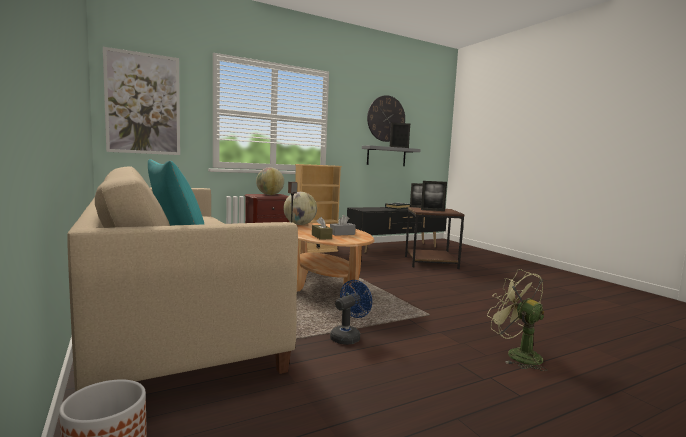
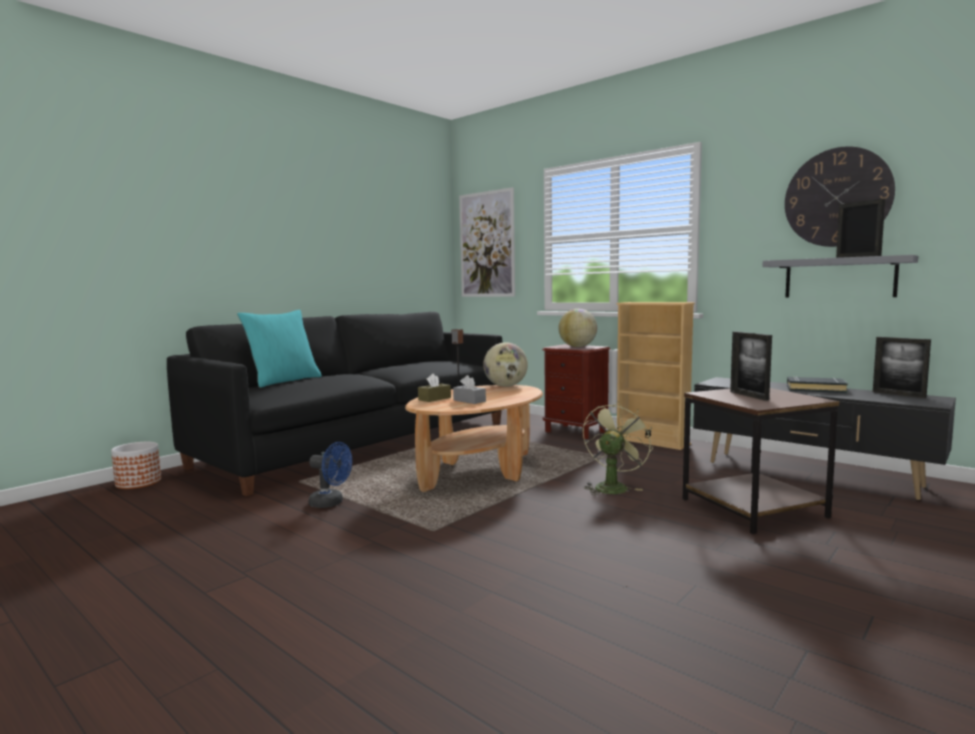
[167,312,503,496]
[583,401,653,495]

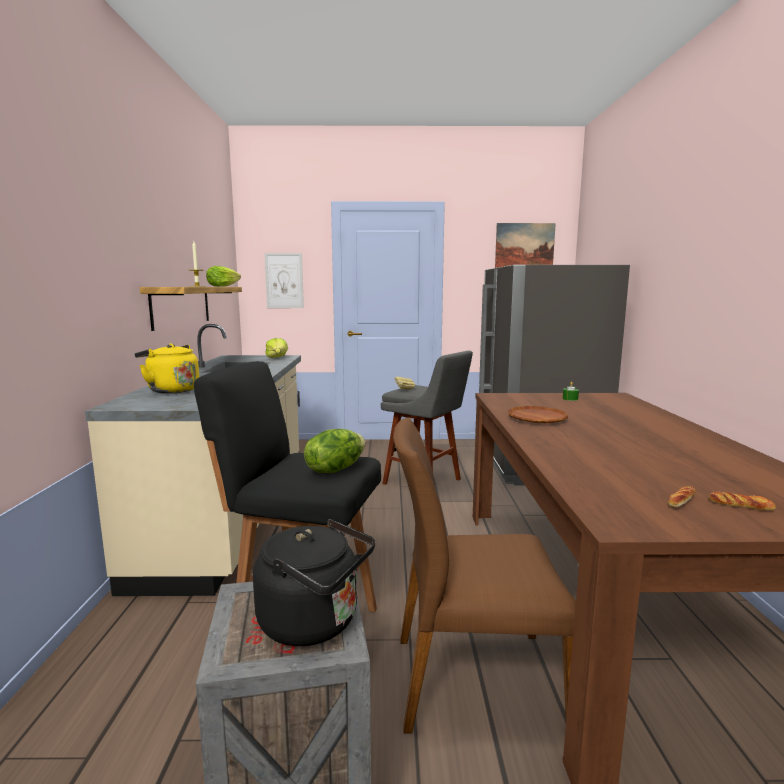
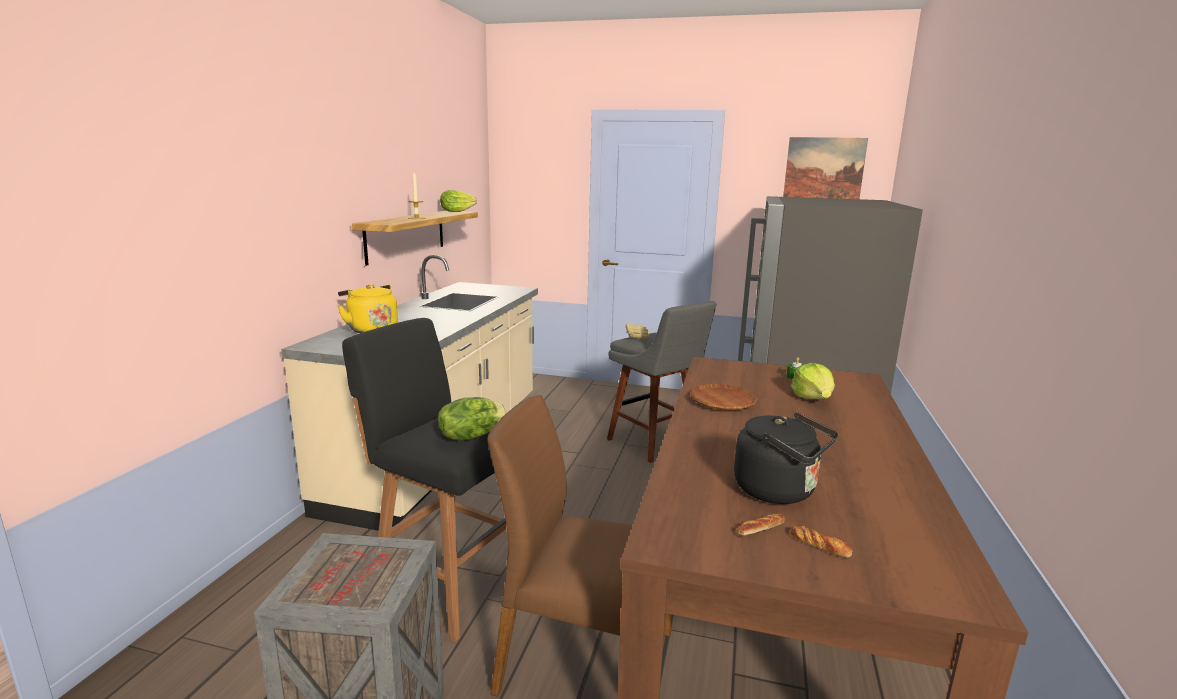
[734,412,838,504]
[791,363,835,399]
[264,253,304,308] (first image)

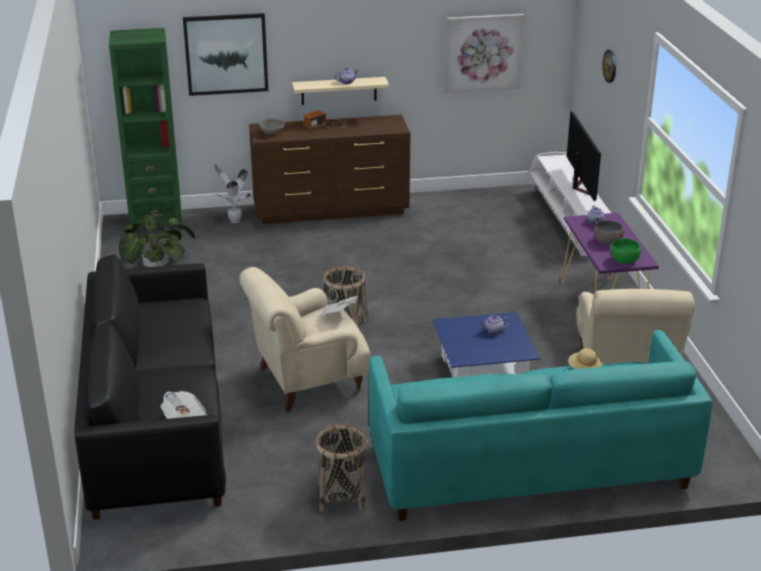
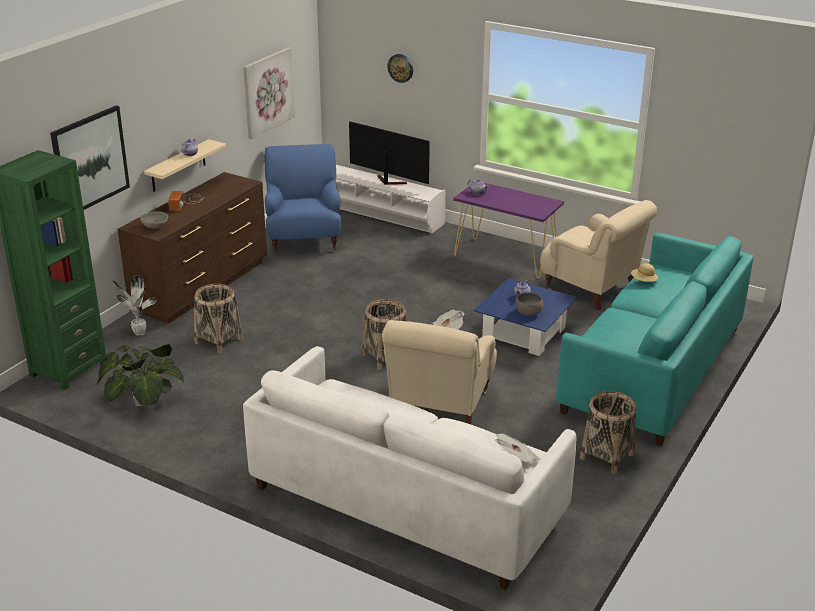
[194,284,243,353]
[243,346,577,590]
[264,144,341,254]
[515,292,543,316]
[611,238,641,264] (first image)

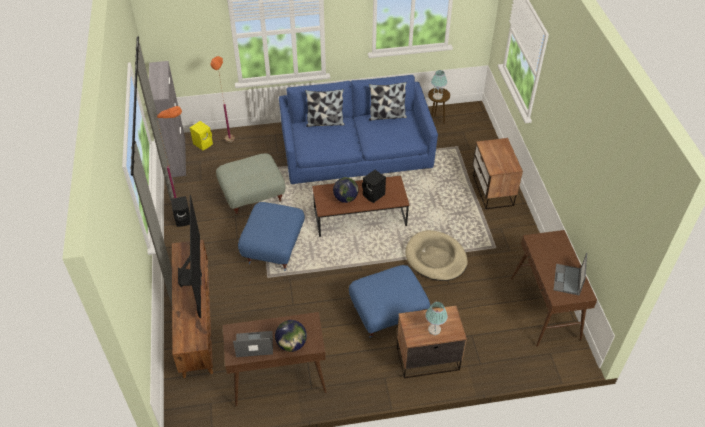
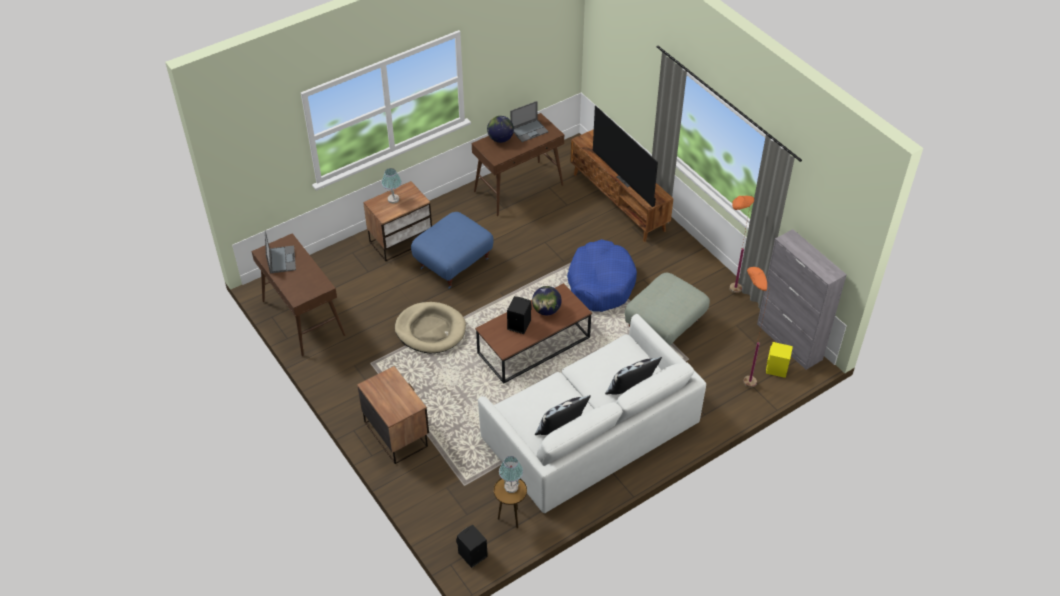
[456,525,488,568]
[478,314,706,513]
[567,239,637,312]

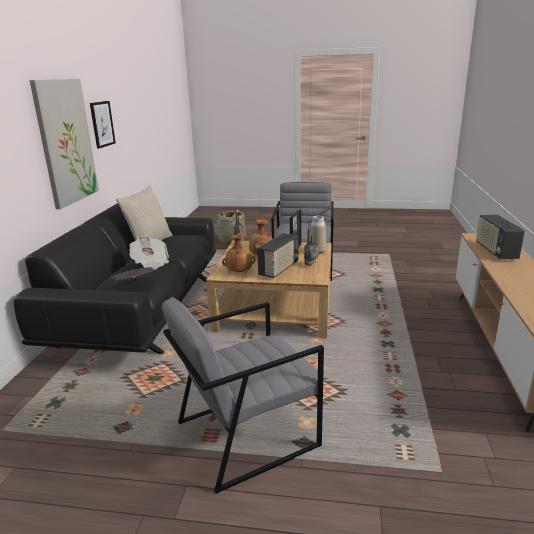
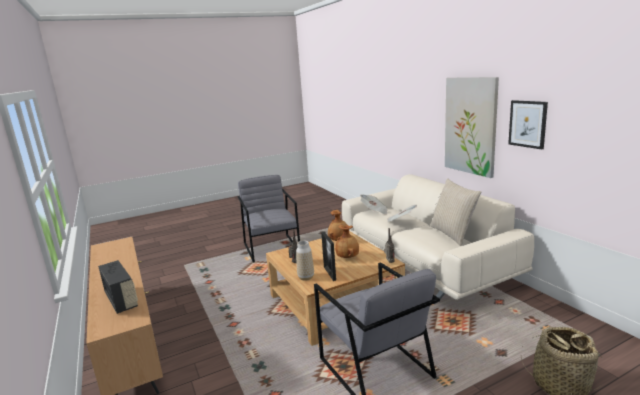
[238,175,300,262]
[342,174,534,304]
[257,233,298,278] (first image)

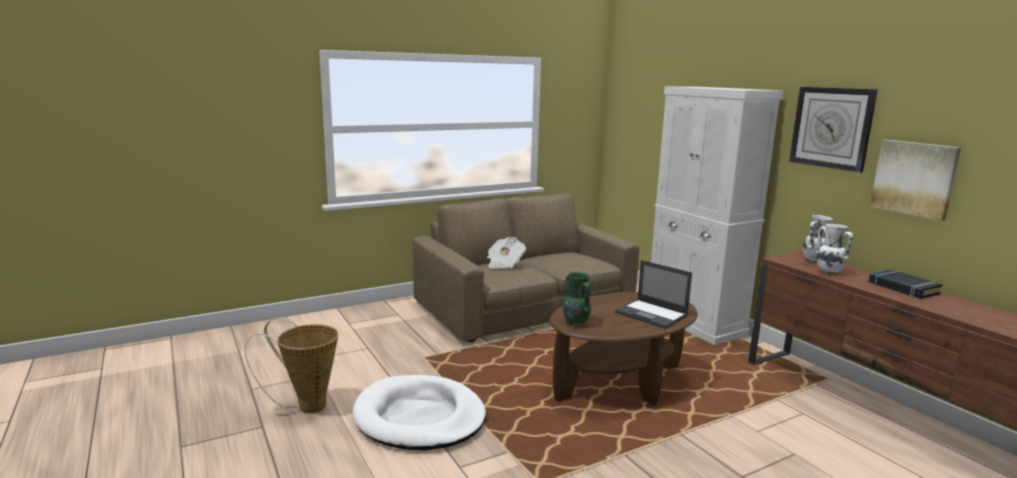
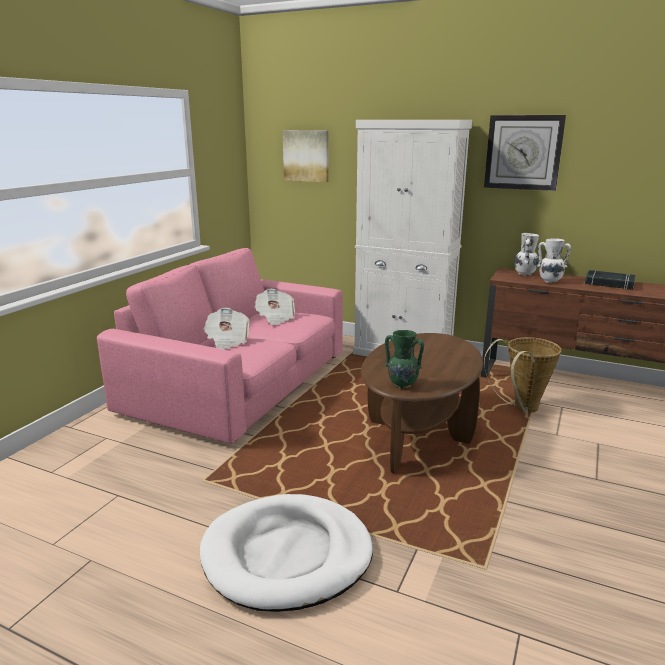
[97,248,343,444]
[255,289,295,325]
[283,130,328,182]
[484,337,562,414]
[615,260,692,329] (first image)

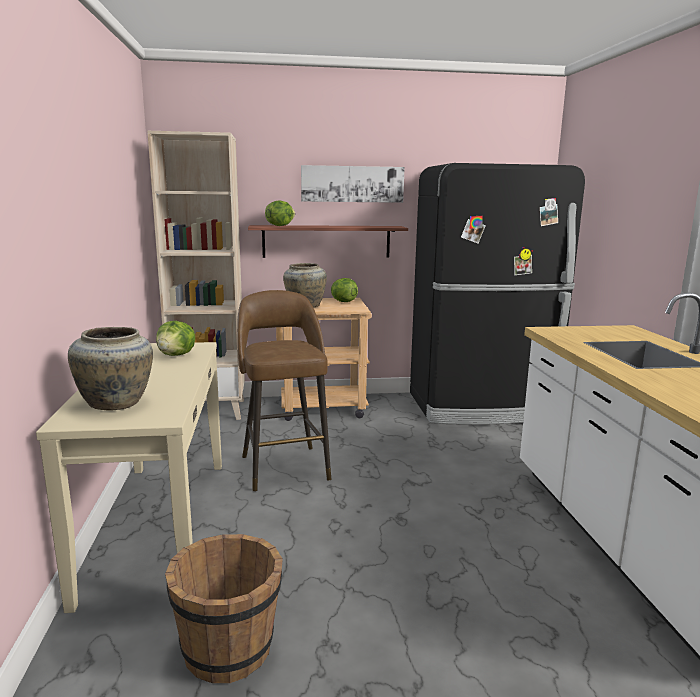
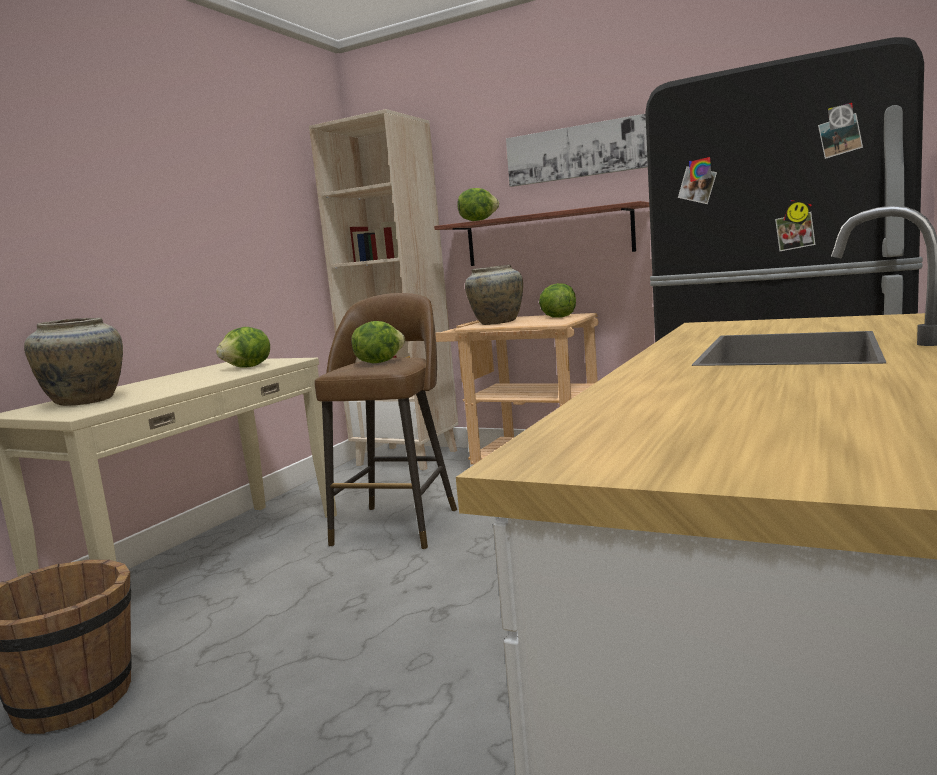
[351,321,405,363]

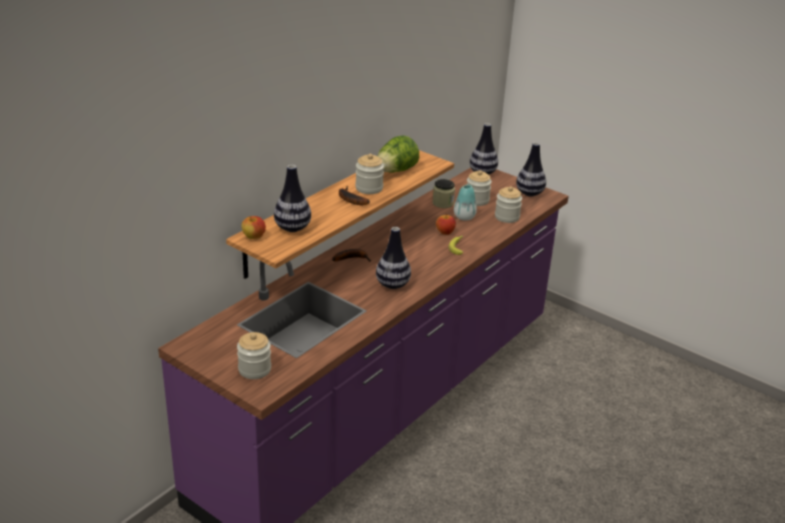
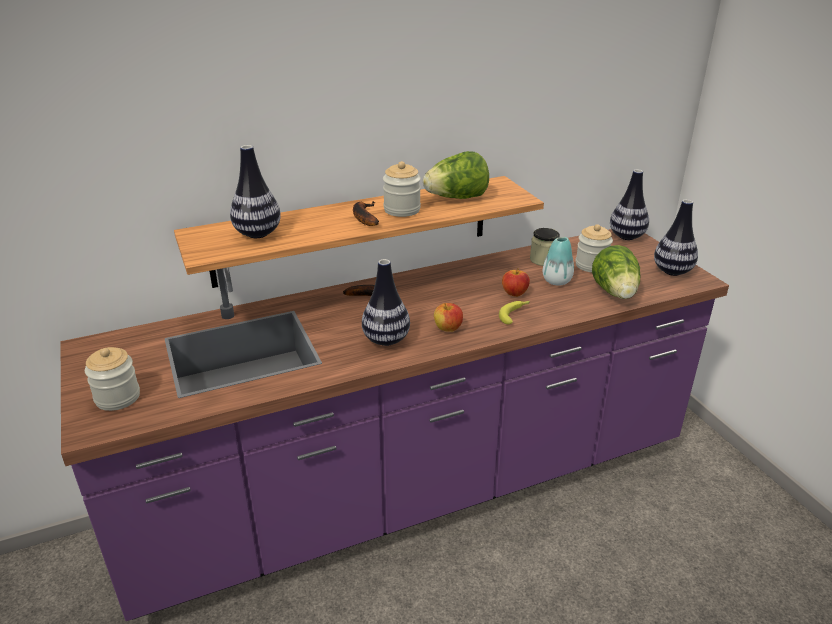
[434,303,463,332]
[592,245,640,299]

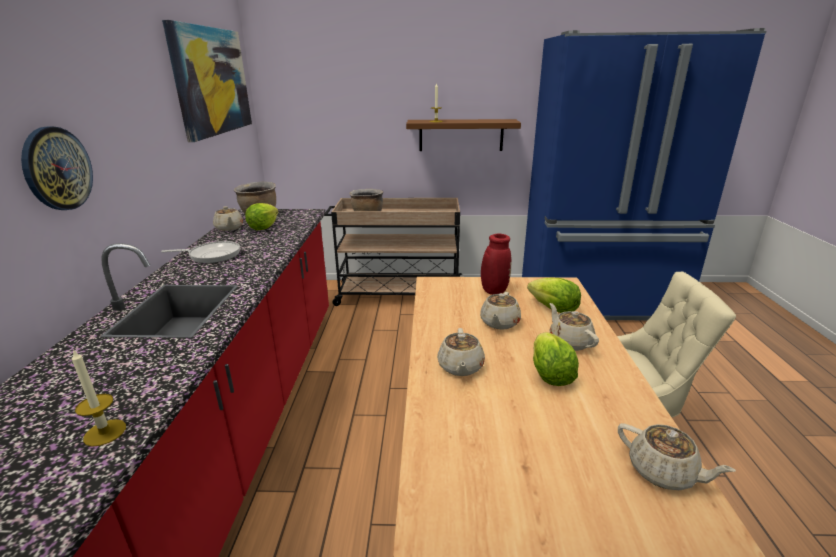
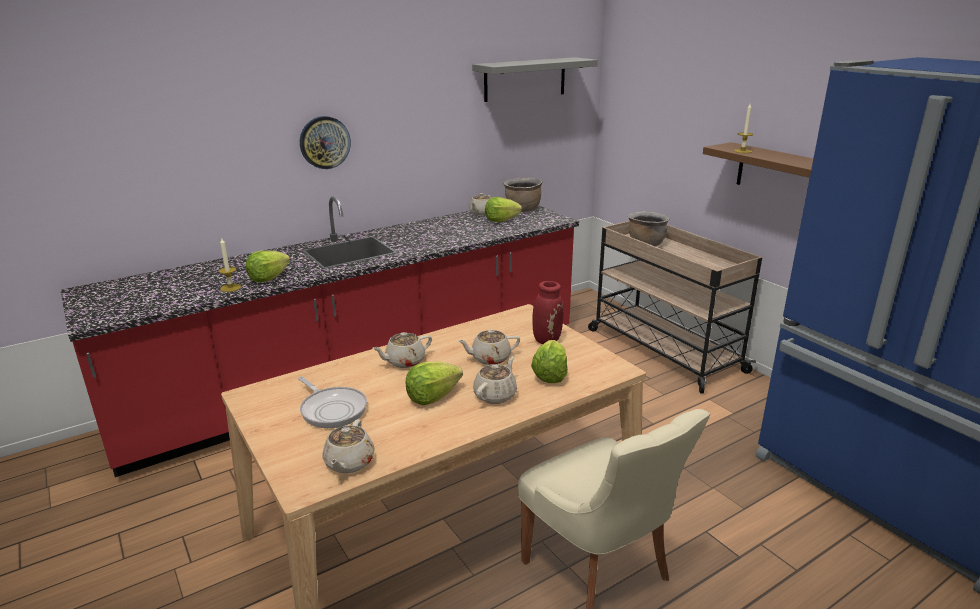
[246,251,290,283]
[298,376,367,428]
[472,57,598,102]

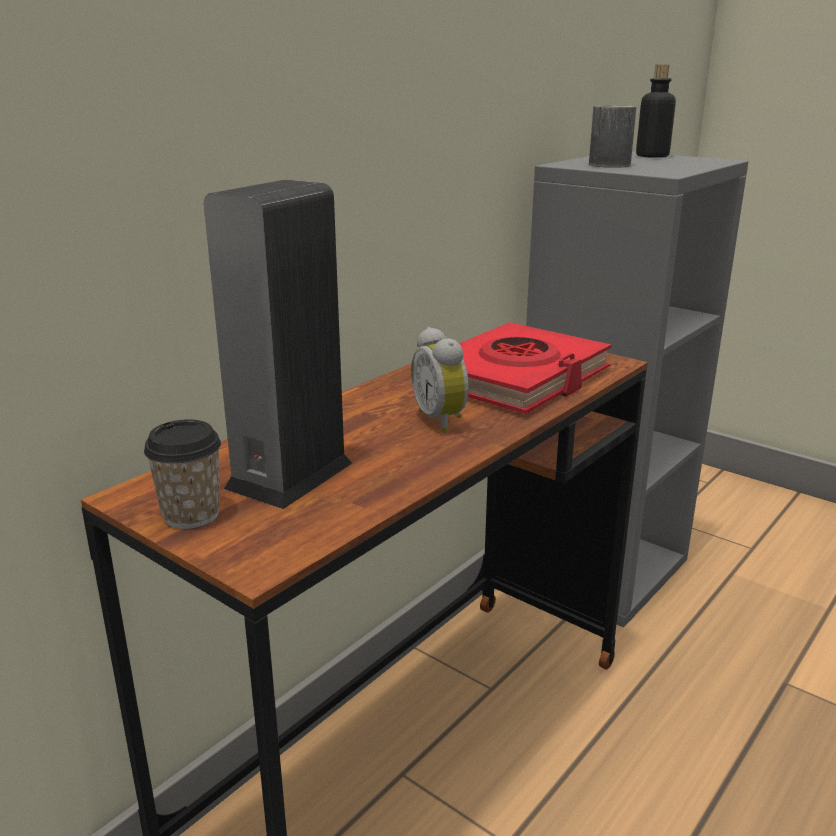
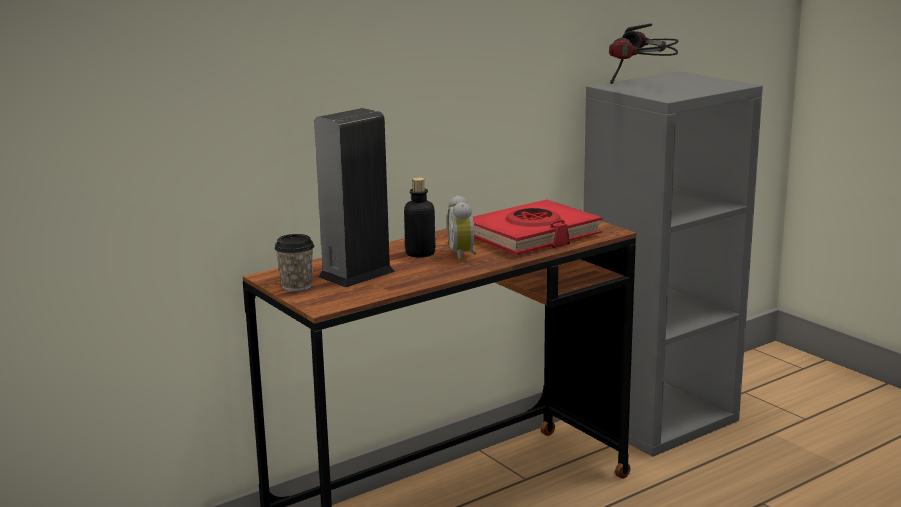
[404,177,436,258]
[609,23,678,84]

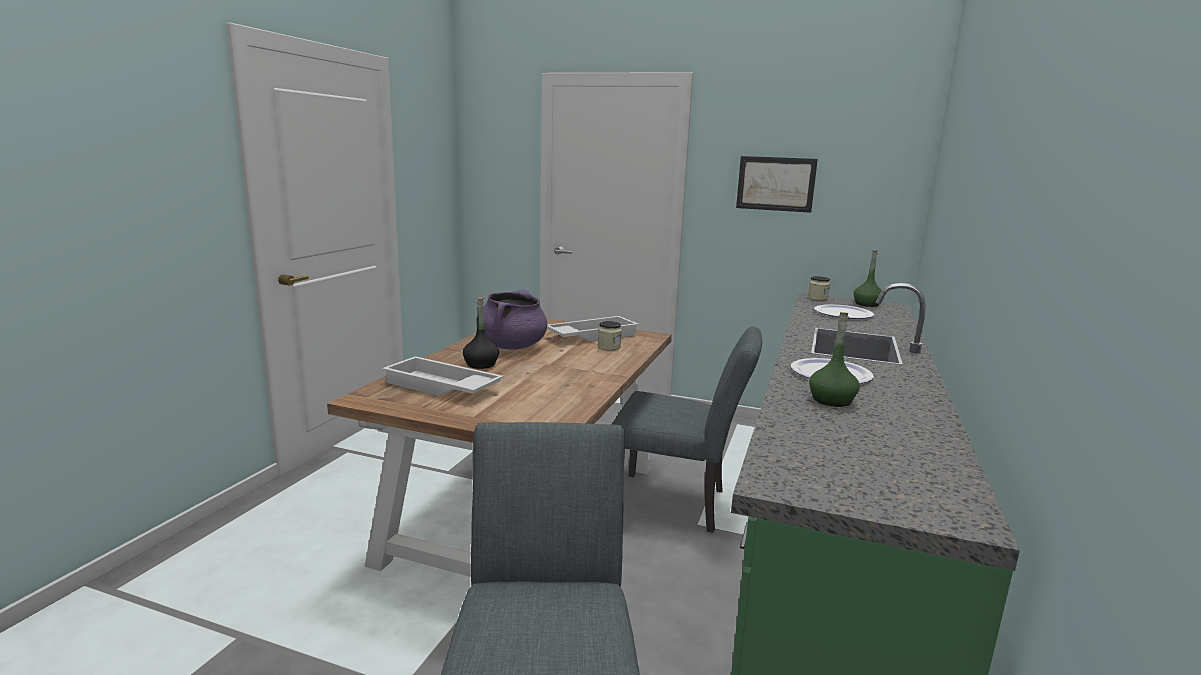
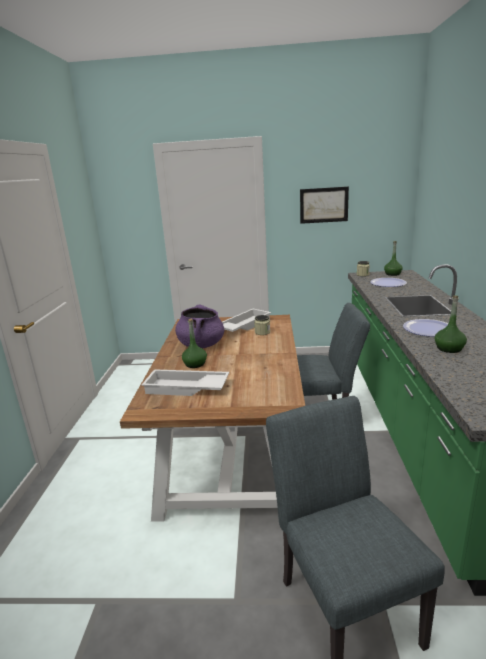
[182,319,207,368]

